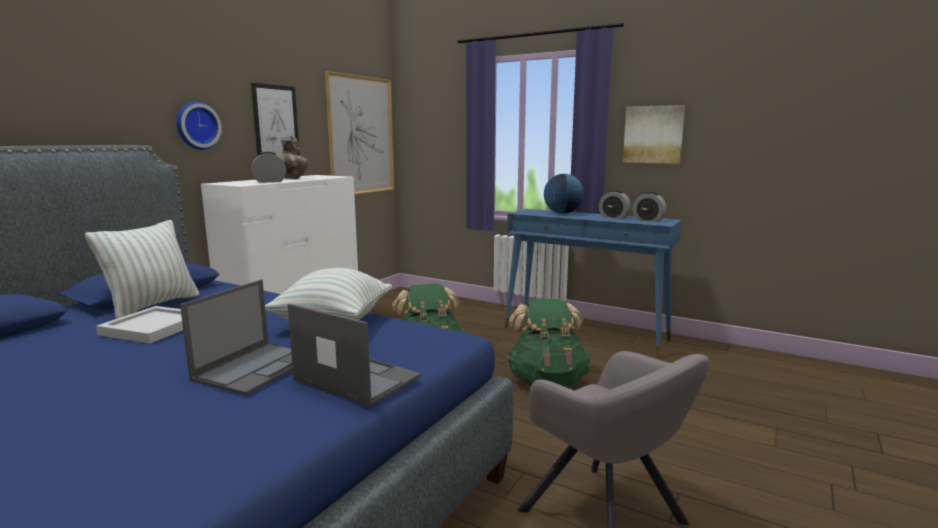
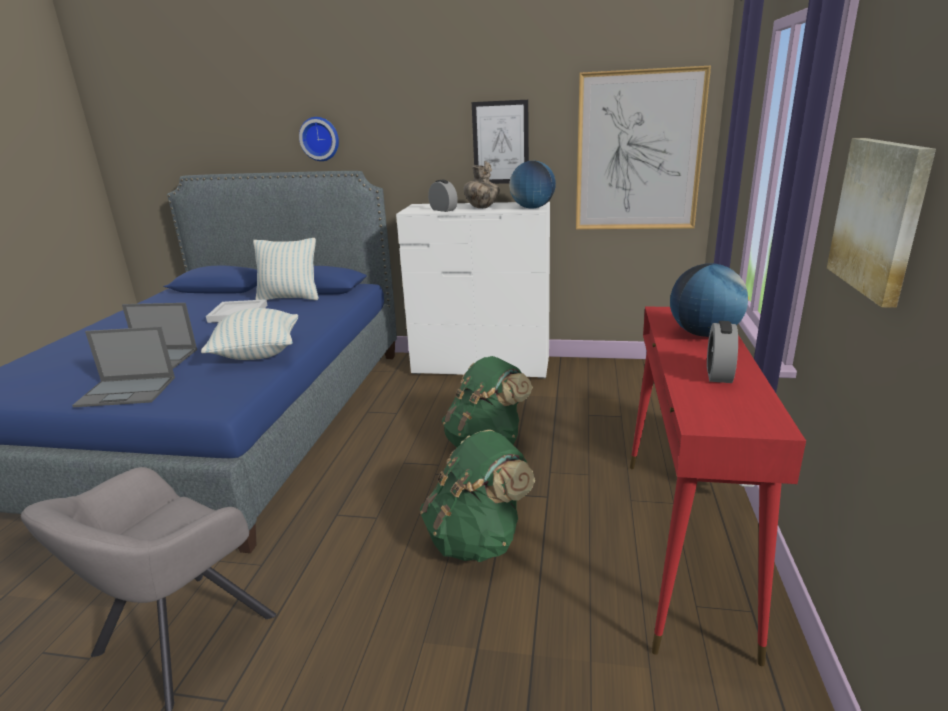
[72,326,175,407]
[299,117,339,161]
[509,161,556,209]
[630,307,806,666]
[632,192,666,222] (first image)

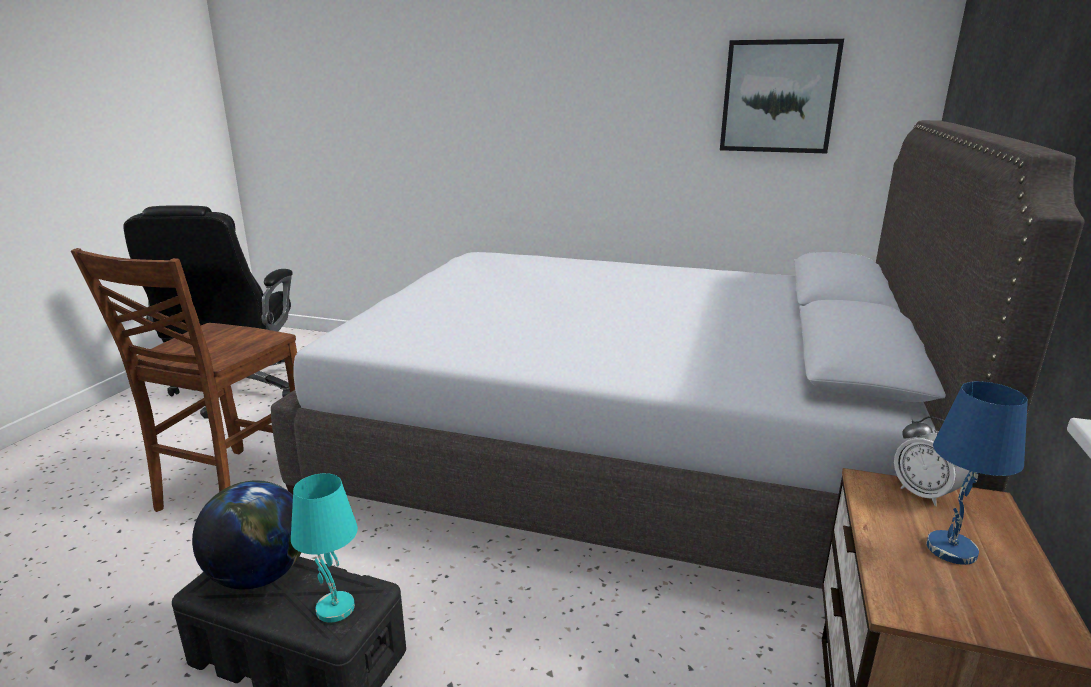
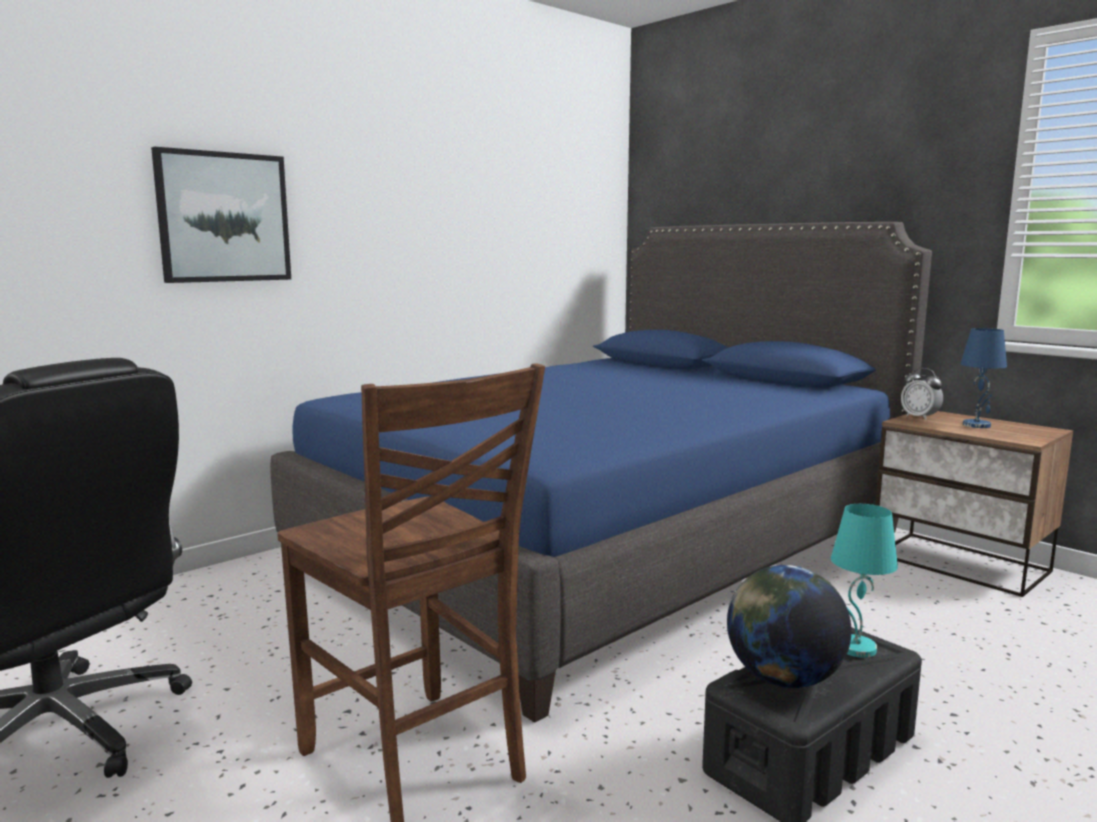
[151,147,291,283]
[270,222,932,723]
[901,368,943,420]

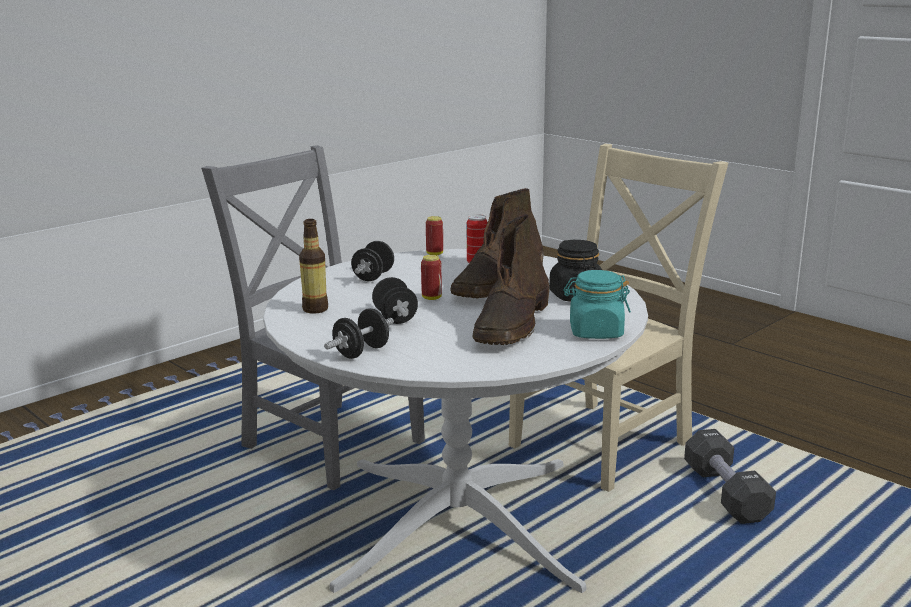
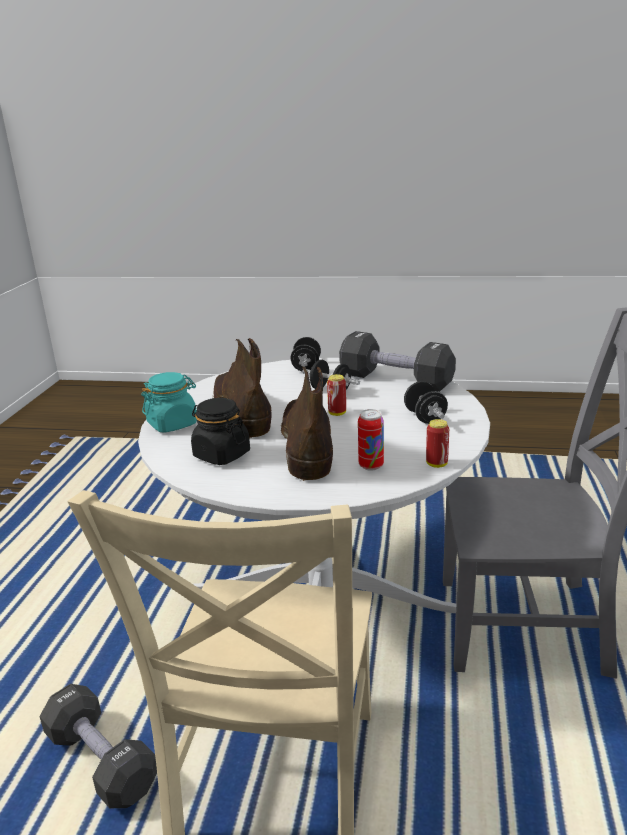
[339,331,456,392]

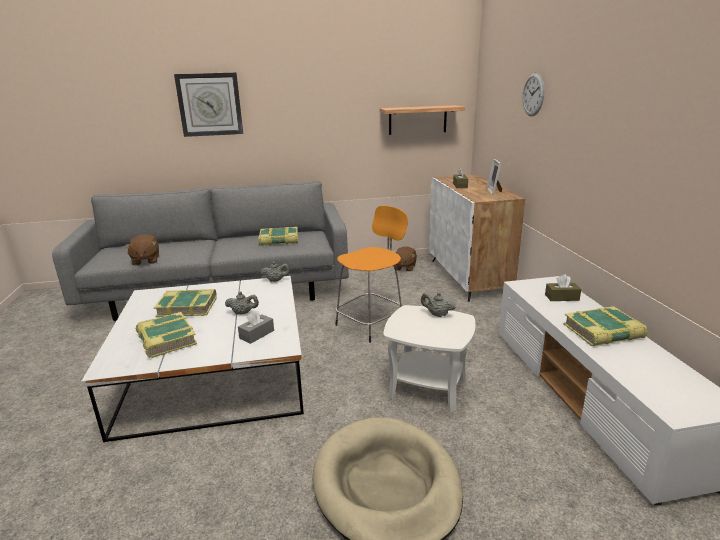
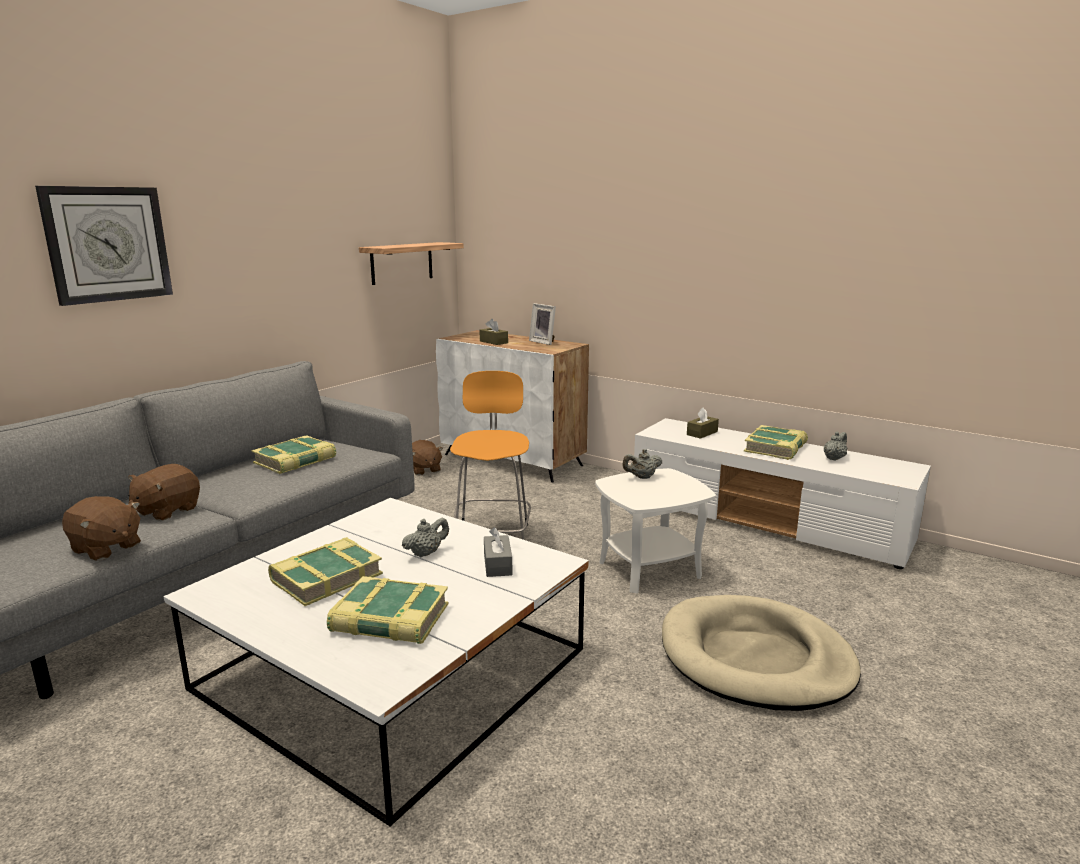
[128,464,200,521]
[824,432,847,461]
[522,73,545,116] (first image)

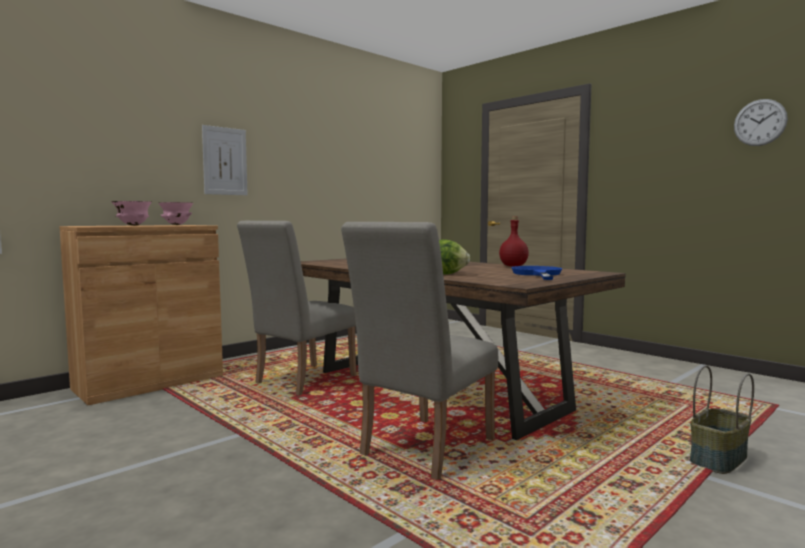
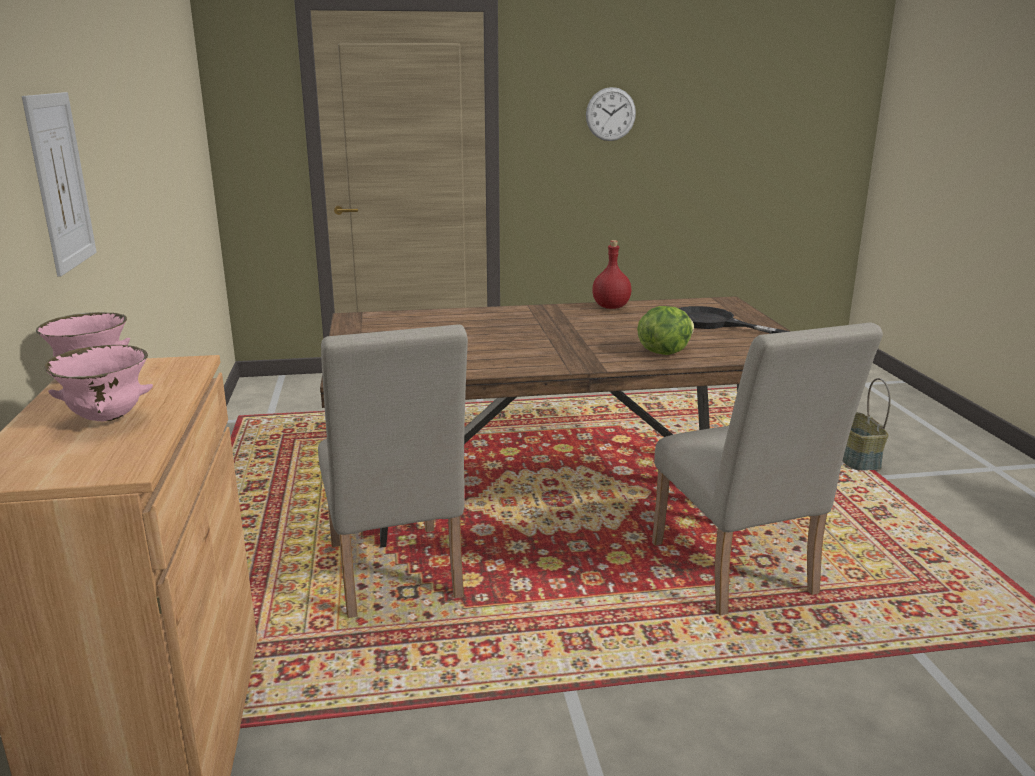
[586,87,636,141]
[679,306,791,334]

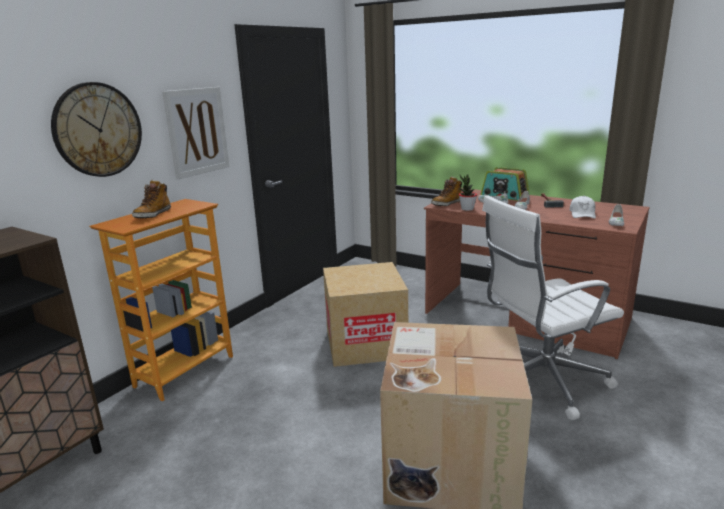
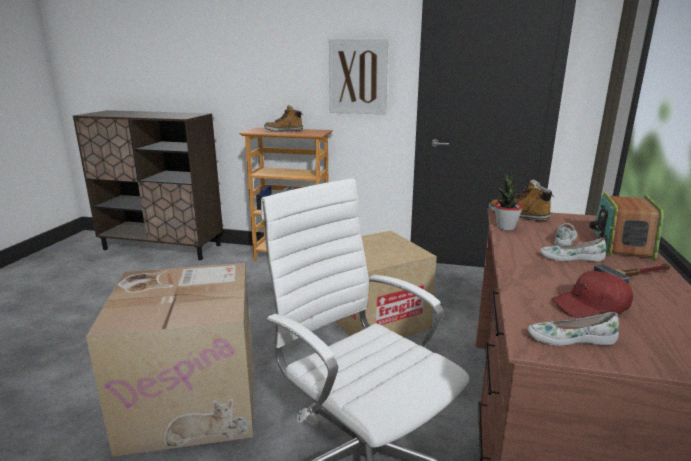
[551,271,633,318]
[51,82,142,177] (first image)

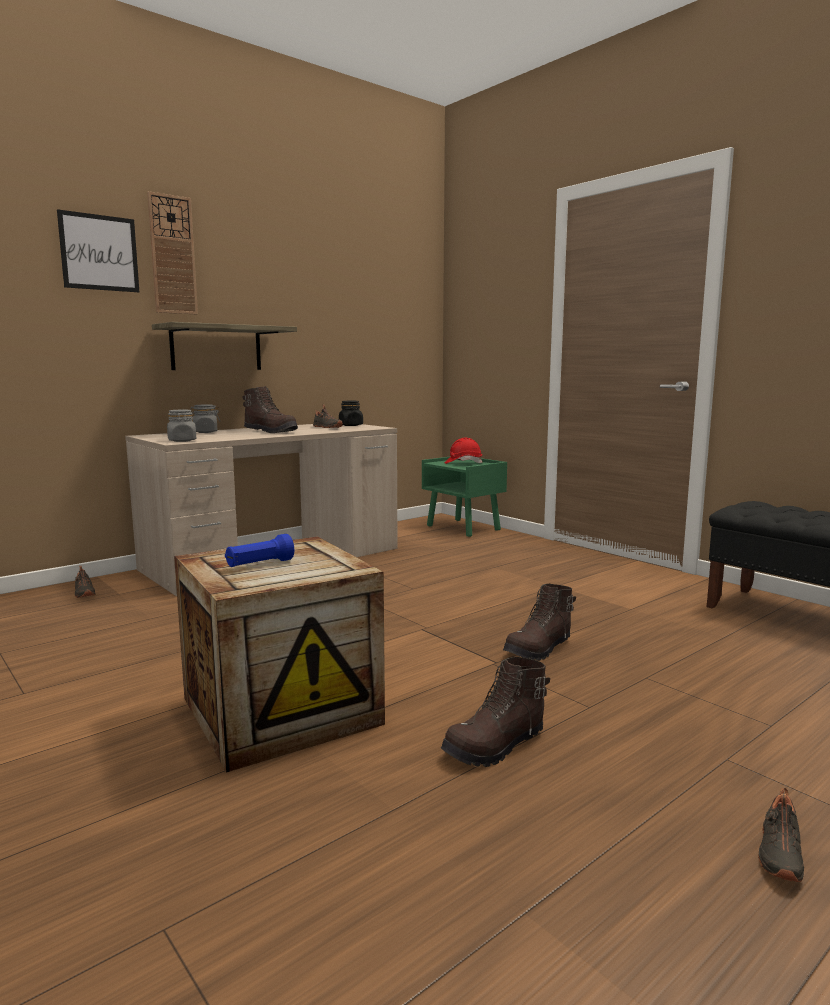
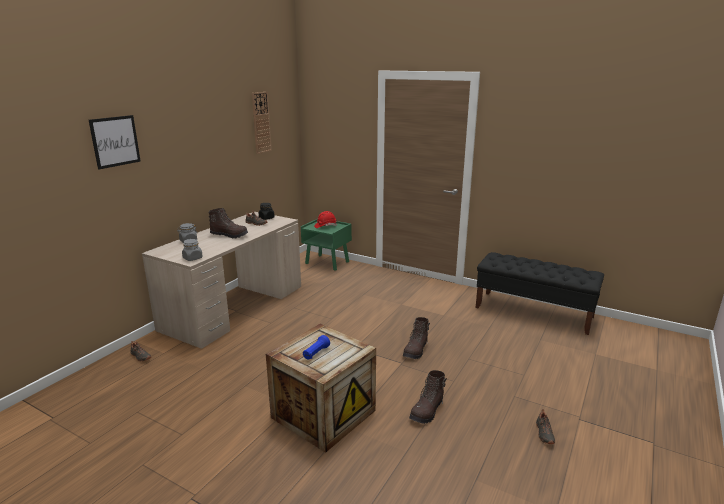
[252,92,272,154]
[152,322,297,370] (first image)

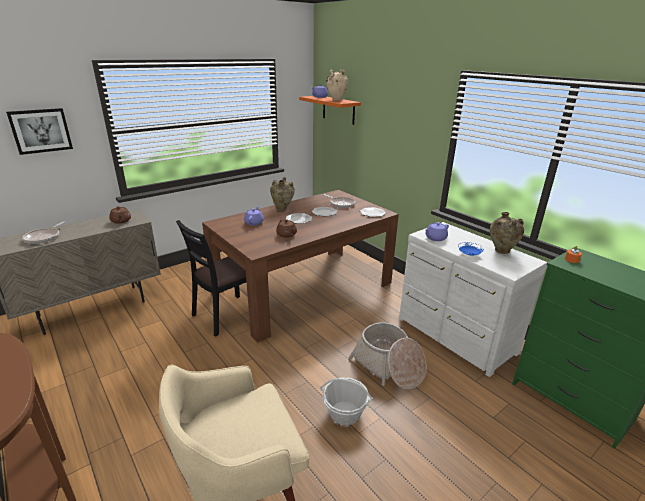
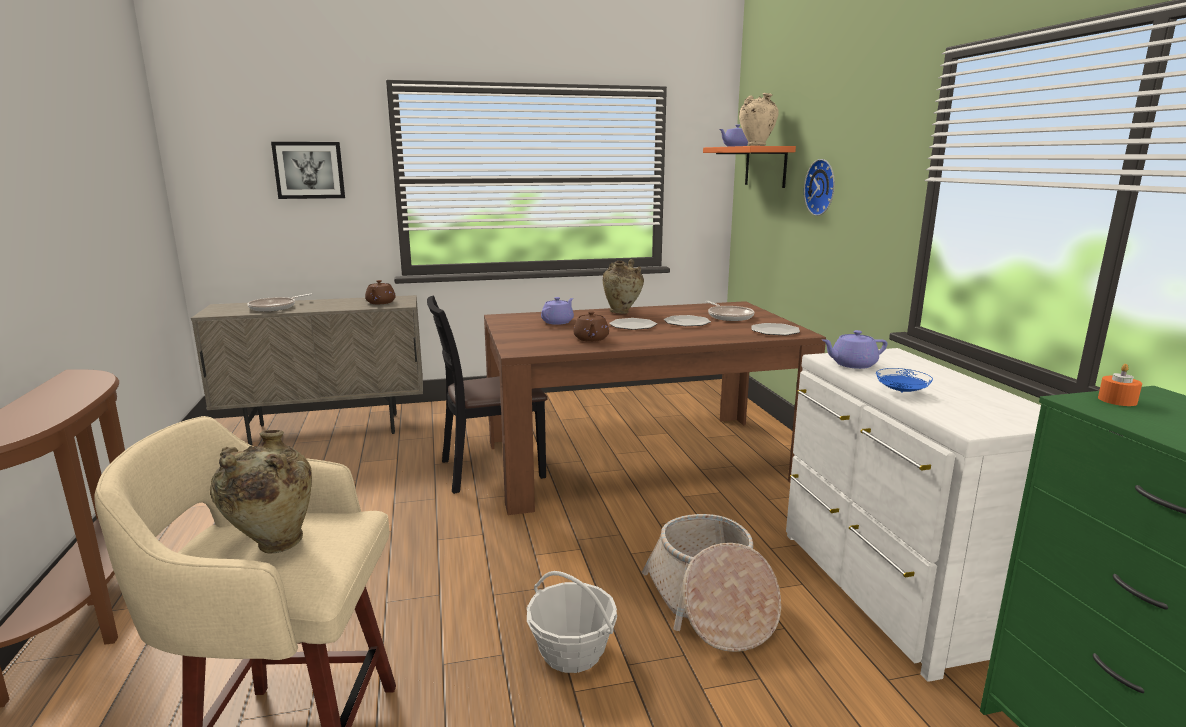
[210,430,312,553]
[804,159,835,216]

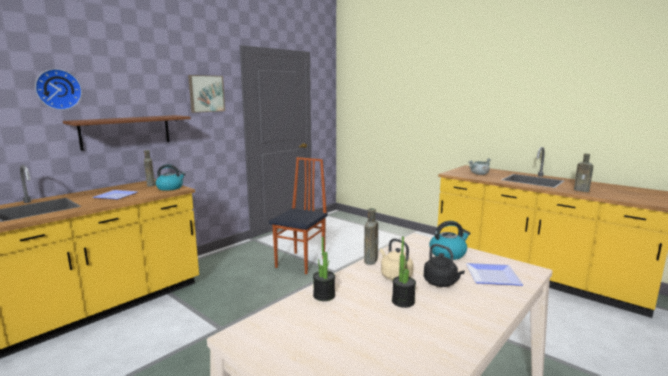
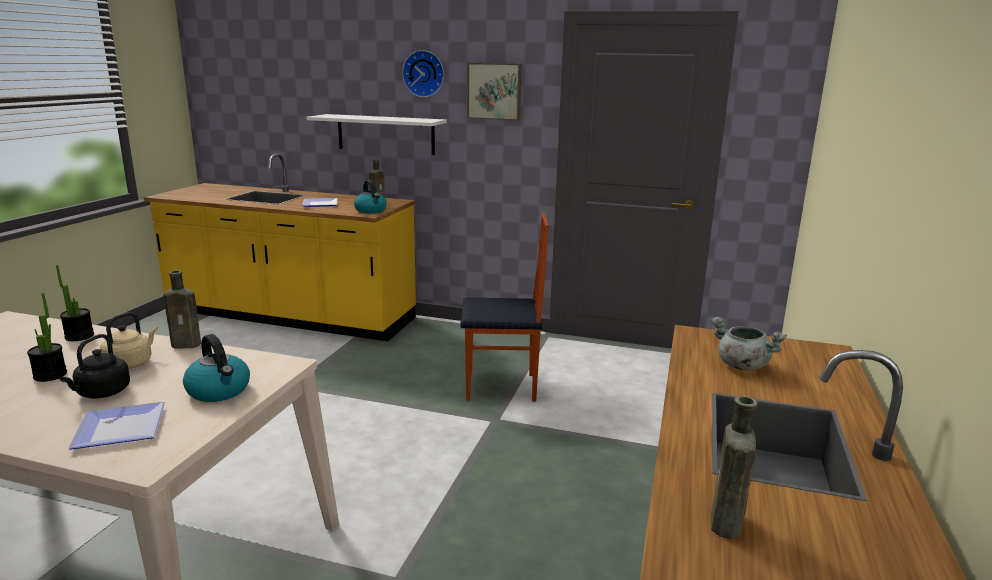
[306,114,447,155]
[402,50,444,98]

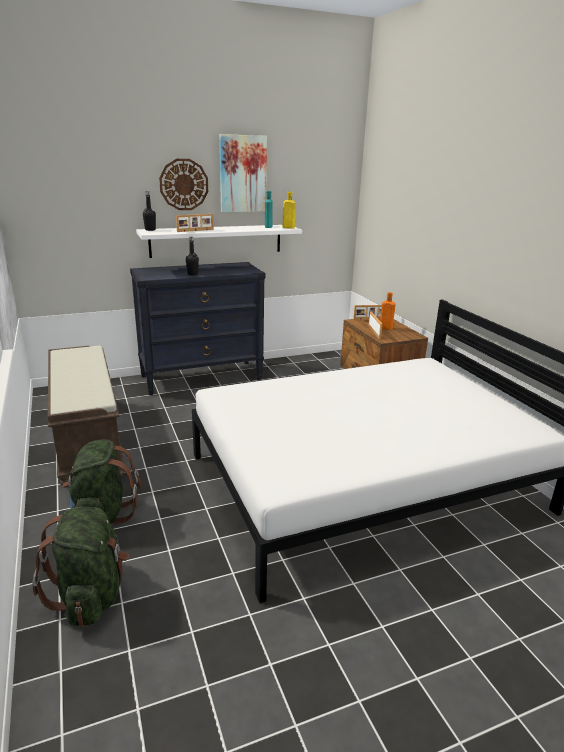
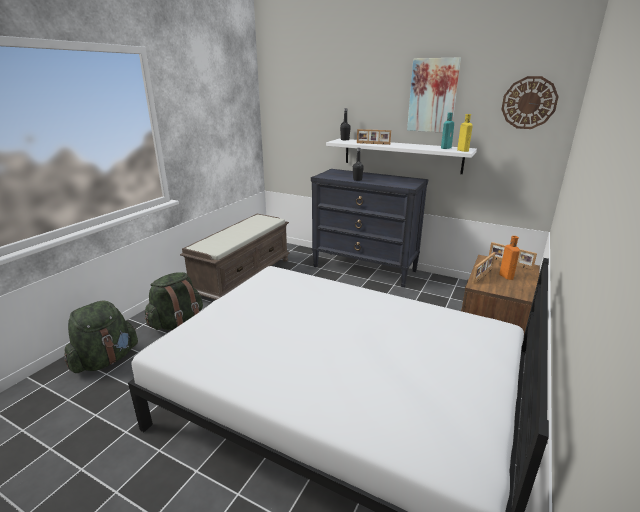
[501,76,559,129]

